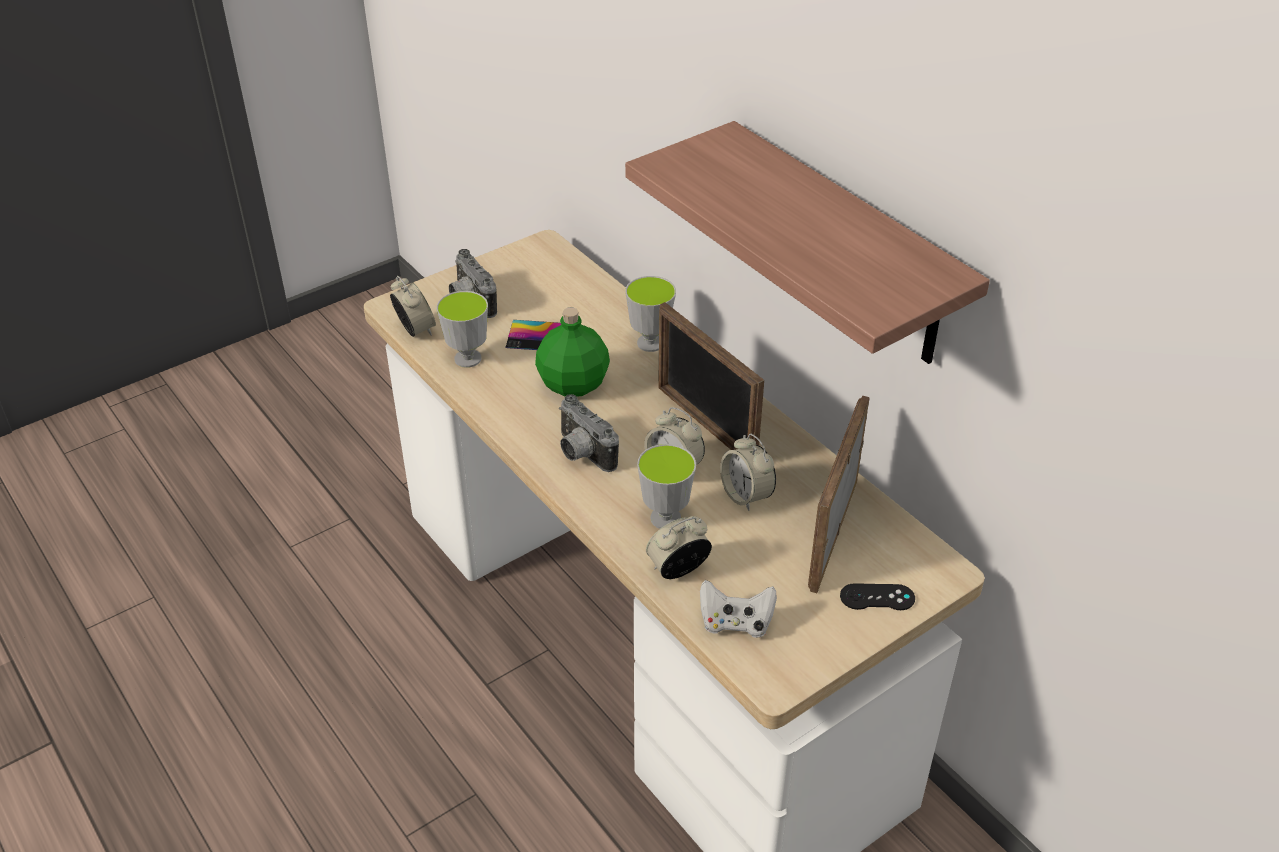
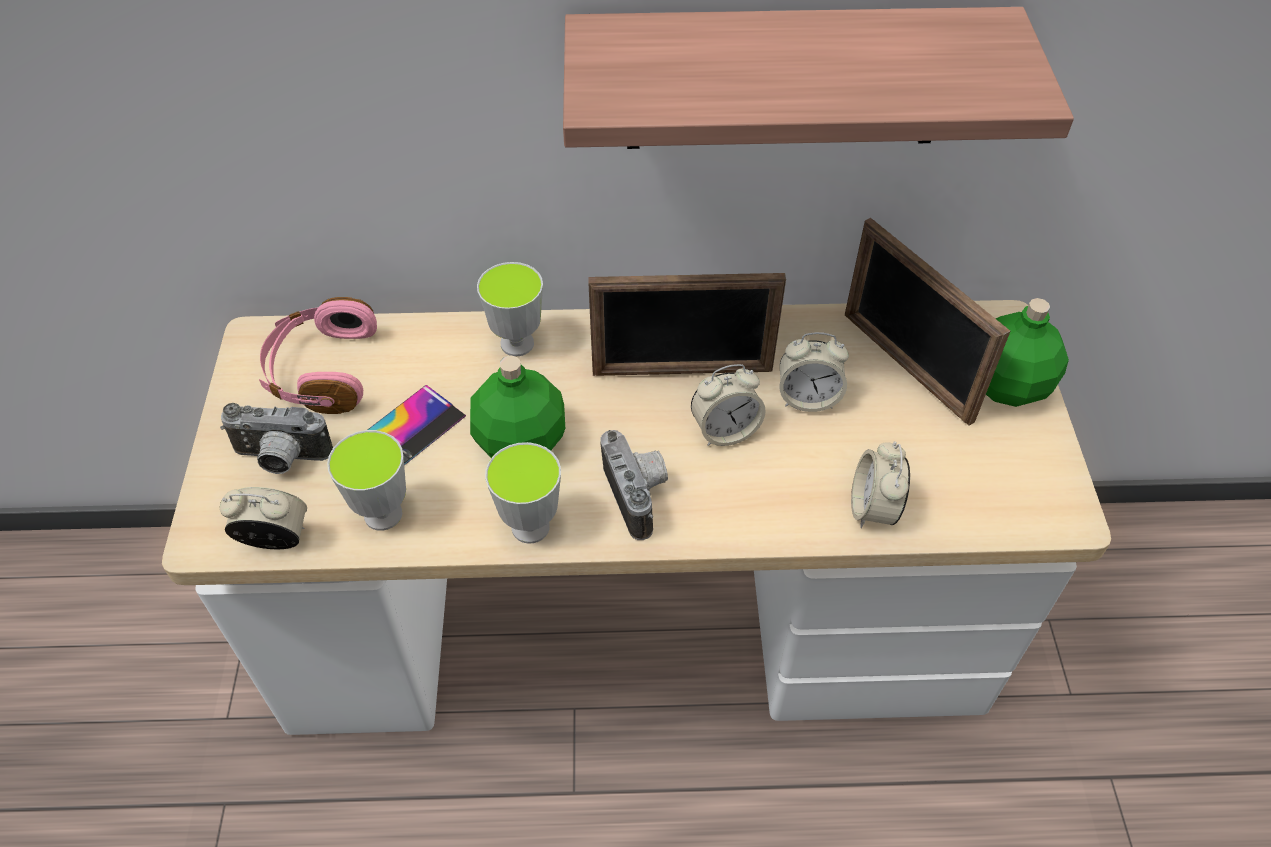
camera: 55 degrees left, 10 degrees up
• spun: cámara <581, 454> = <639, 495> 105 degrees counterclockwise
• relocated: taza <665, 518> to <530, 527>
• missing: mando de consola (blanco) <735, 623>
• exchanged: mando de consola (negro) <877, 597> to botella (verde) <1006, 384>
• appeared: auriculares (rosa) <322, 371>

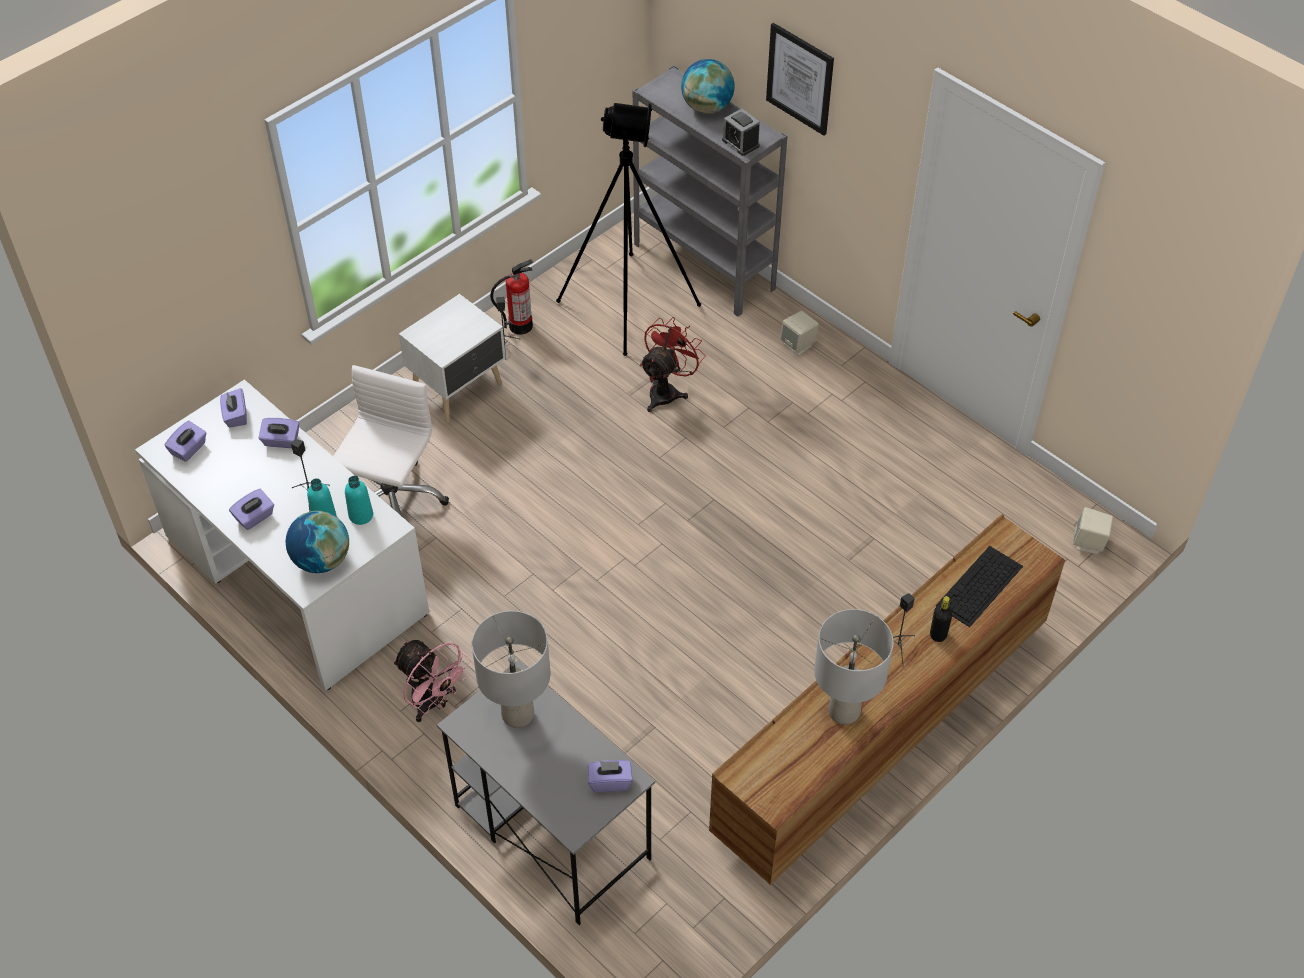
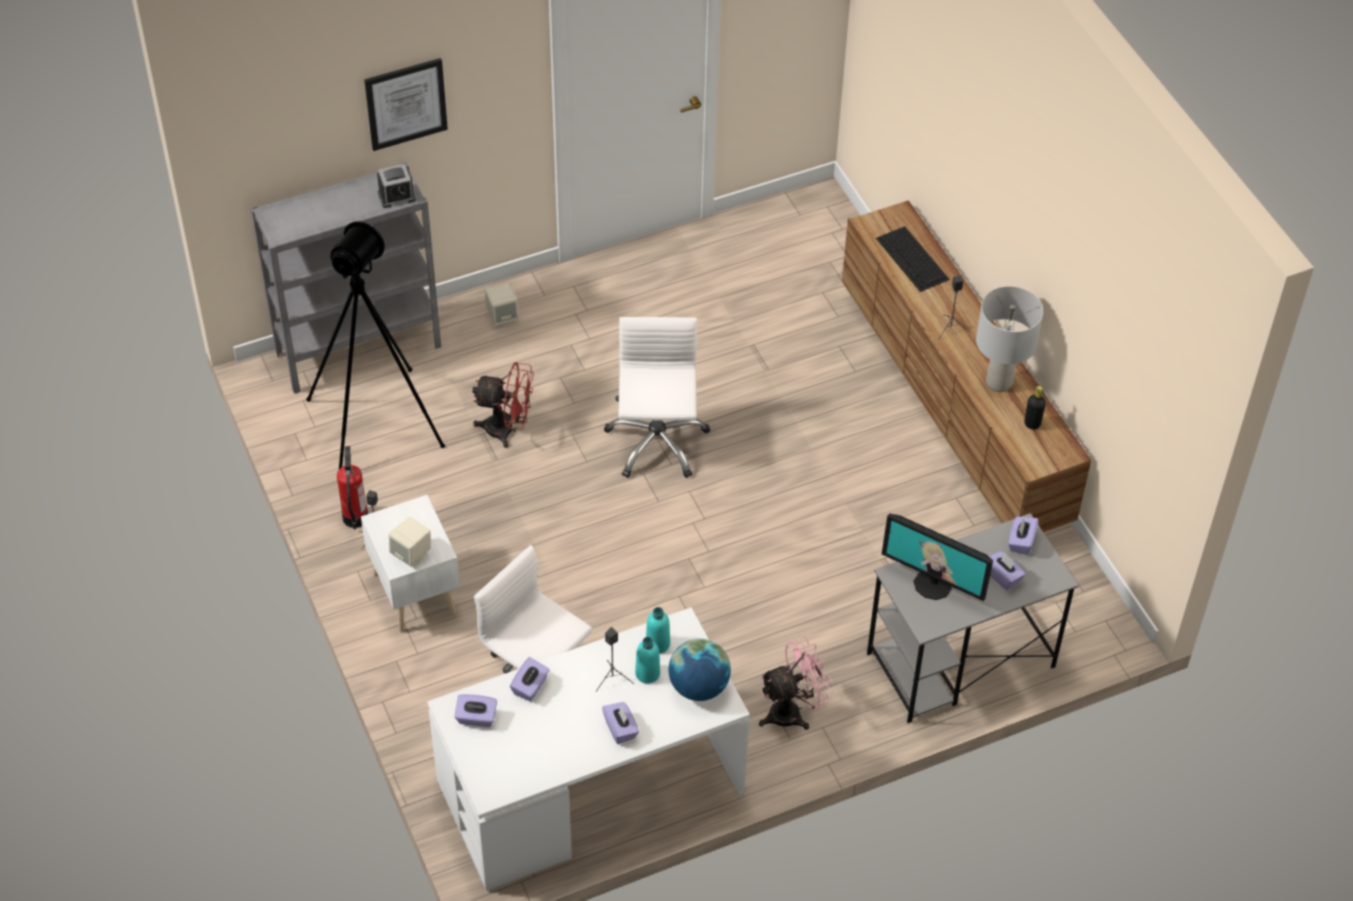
camera: 70 degrees left, 0 degrees up
• relocated: caja de pañuelos (morado) <189, 449> to <1003, 576>
• exchanged: lámpara de mesa (gris) <518, 715> to monitor <933, 584>
• spun: ventilador (rojo) <667, 391> = <507, 429> 135 degrees clockwise
• missing: globo terráqueo <707, 107>
• relocated: botella (negro) <938, 635> to <1032, 424>
• relocated: altavoz (beis) <1089, 543> to <411, 554>
• appeared: silla de oficina (blanco) <656, 442>

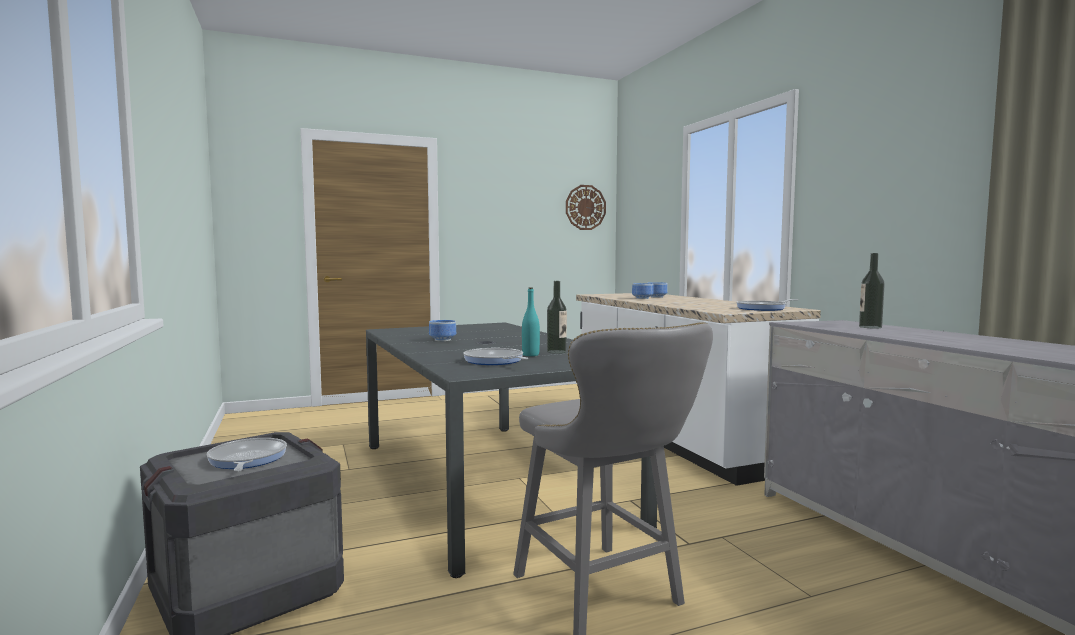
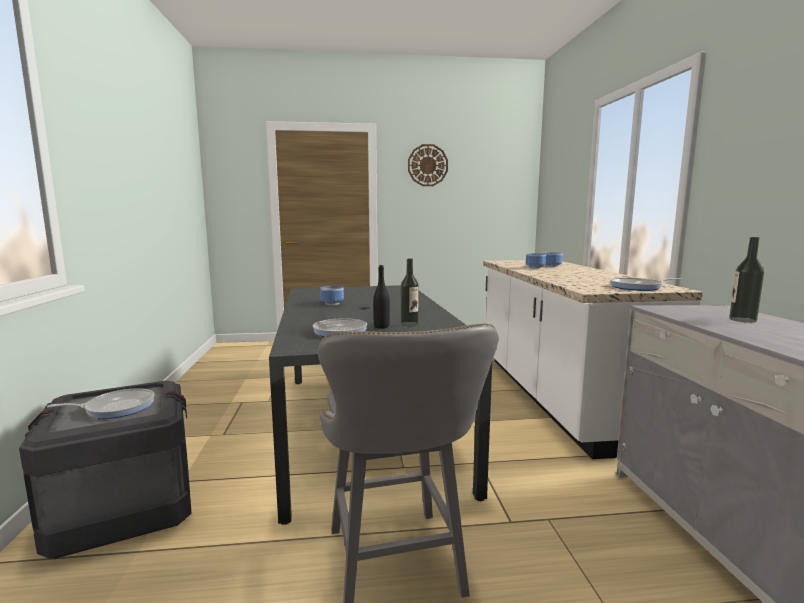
camera: 15 degrees right, 5 degrees up
• spun: sartén <246, 460> = <116, 408> 75 degrees clockwise
• colour: botella (turquesa) <530, 355> to botella (negro) <381, 326>
• relocated: reloj de pared <585, 207> to <427, 165>

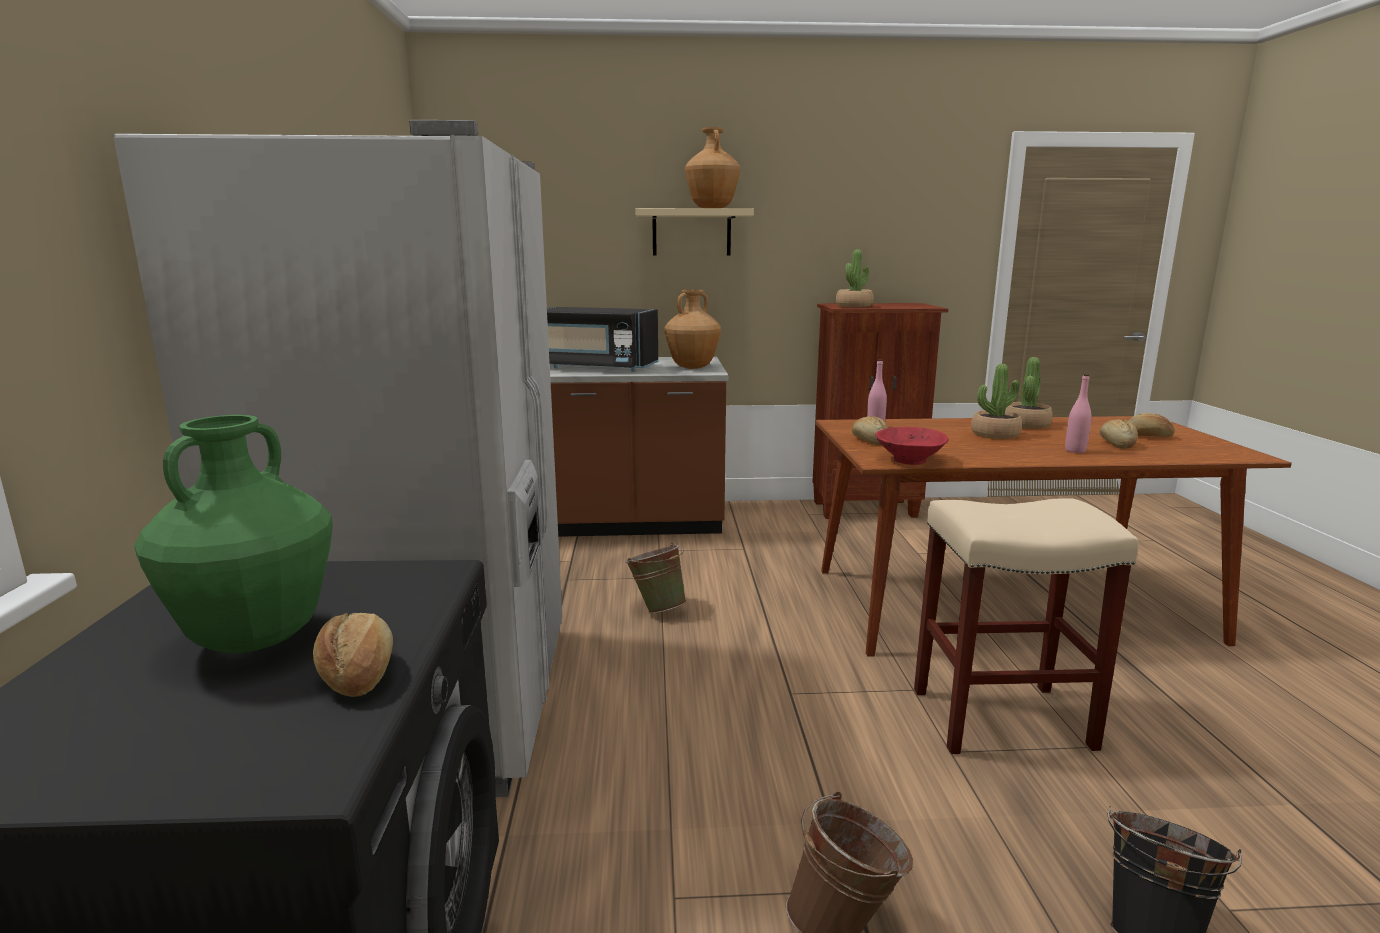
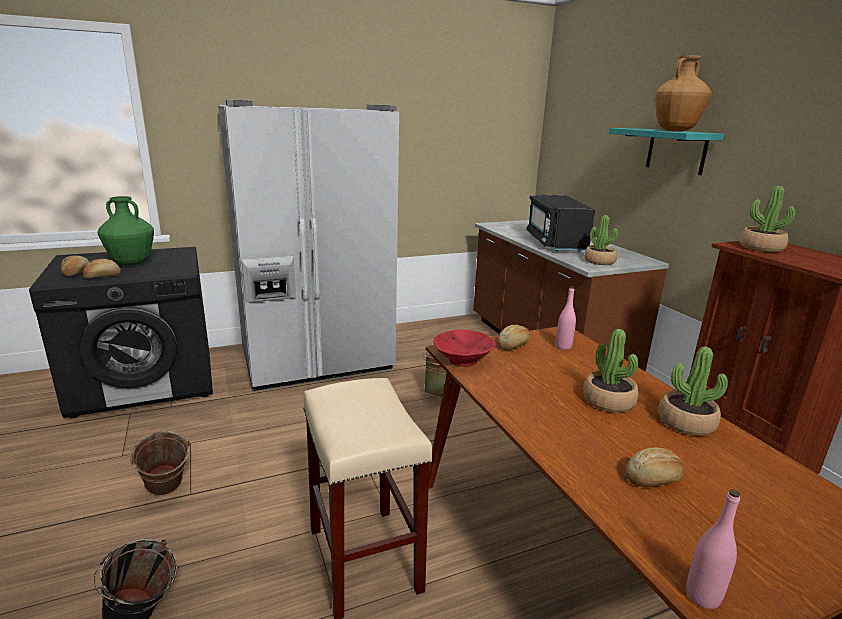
camera: 70 degrees right, 5 degrees up
• colour: estante (beis) <691, 233> to estante (turquesa) <676, 151>
• exchanged: florero (marrón) <693, 367> to planta en maceta <599, 261>
• relocated: botella (rosa) <1075, 451> to <702, 596>
• relocated: pan <1147, 436> to <76, 273>

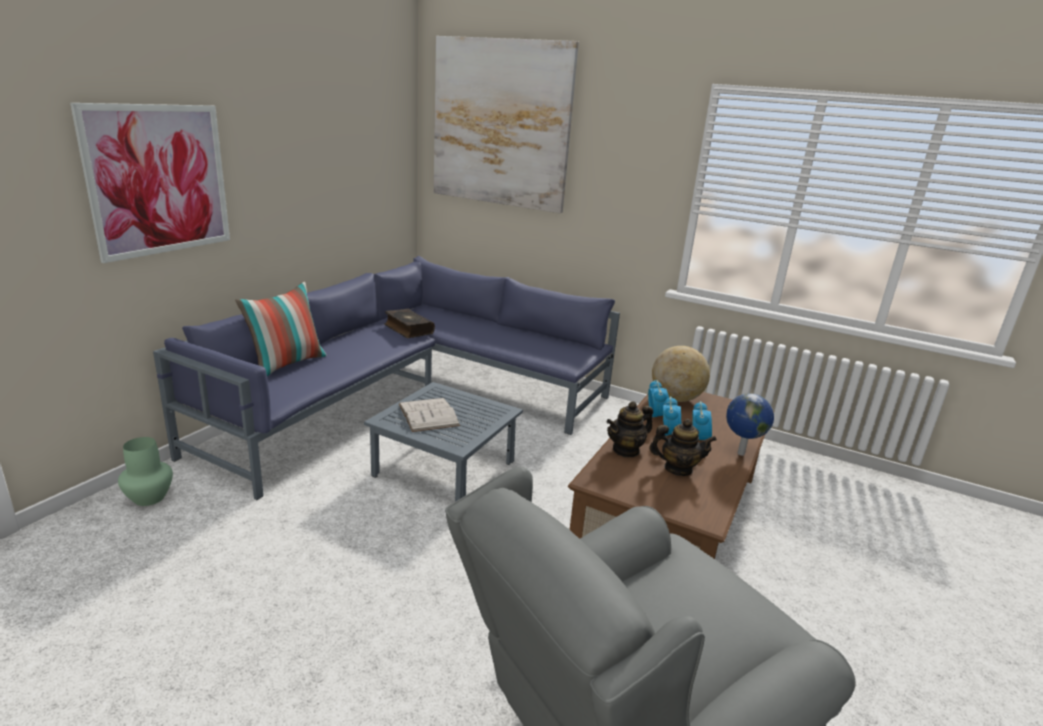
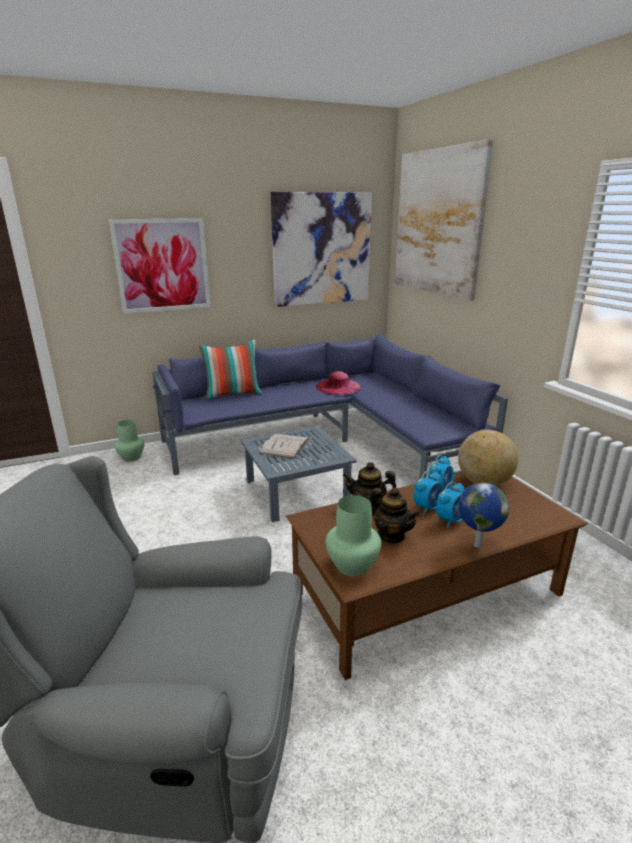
camera: 40 degrees right, 0 degrees up
• exchanged: libro <408, 329> to sombrero (rosa) <338, 387>
• appeared: cuadro <322, 249>
• appeared: florero (verde) <352, 566>

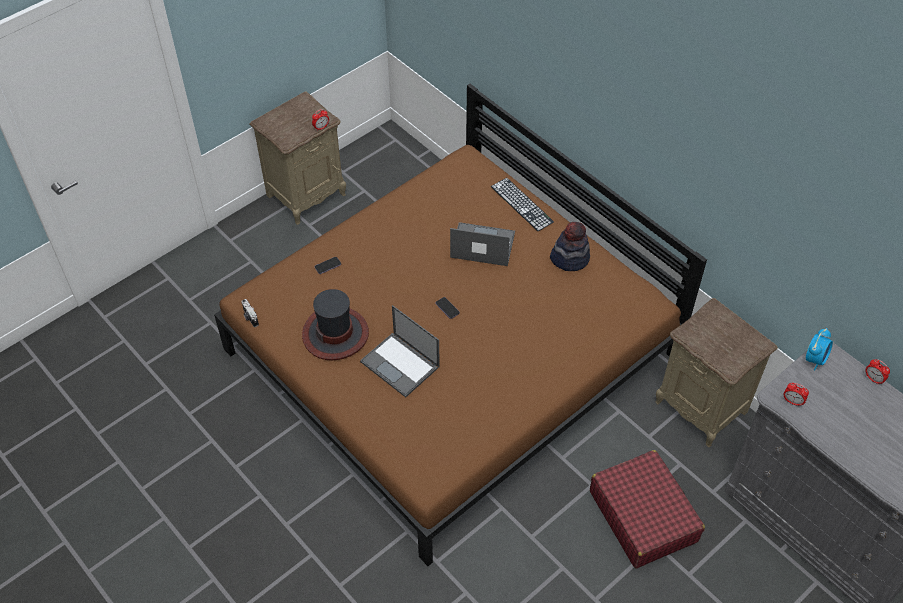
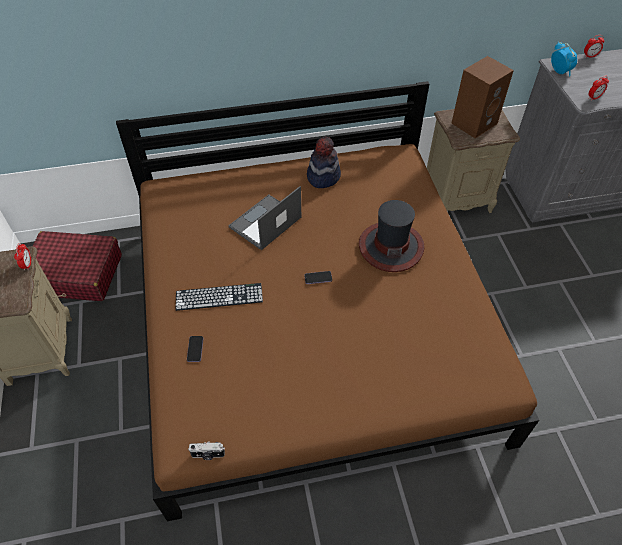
camera: 60 degrees left, 0 degrees up
• relocated: sombrero <336, 334> to <390, 246>
• missing: portátil <401, 364>
• relocated: teclado <522, 204> to <219, 296>
• relocated: maleta (rojo) <643, 515> to <75, 274>
• appeared: altavoz (marrón) <474, 122>

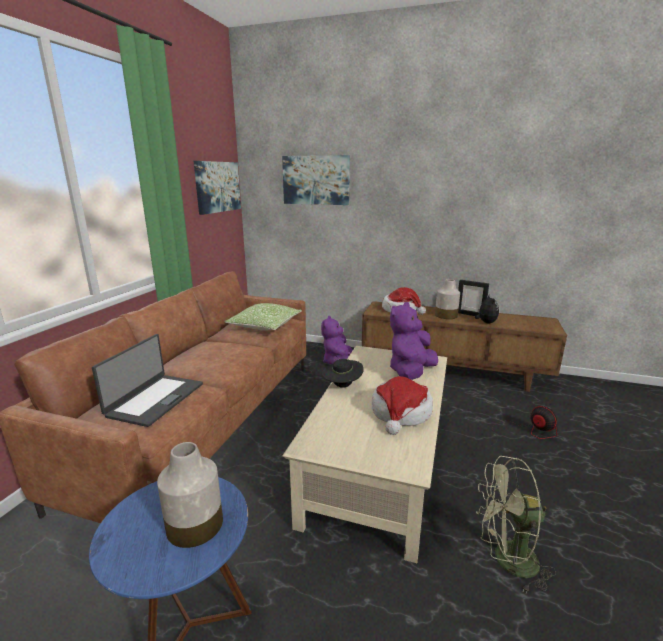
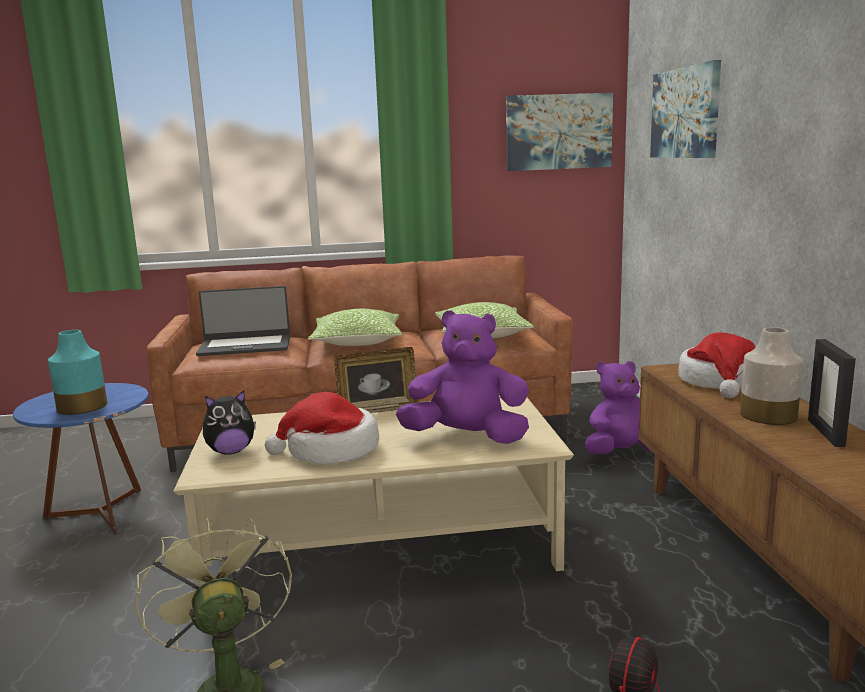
camera: 65 degrees right, 5 degrees down
• colour: florero (beis) <194, 524> to florero (turquesa) <82, 406>
• exchanged: sombrero (negro) <342, 385> to portarretratos <378, 410>
• relocated: peluche <485, 322> to <231, 451>
• appeared: cojín <357, 341>

